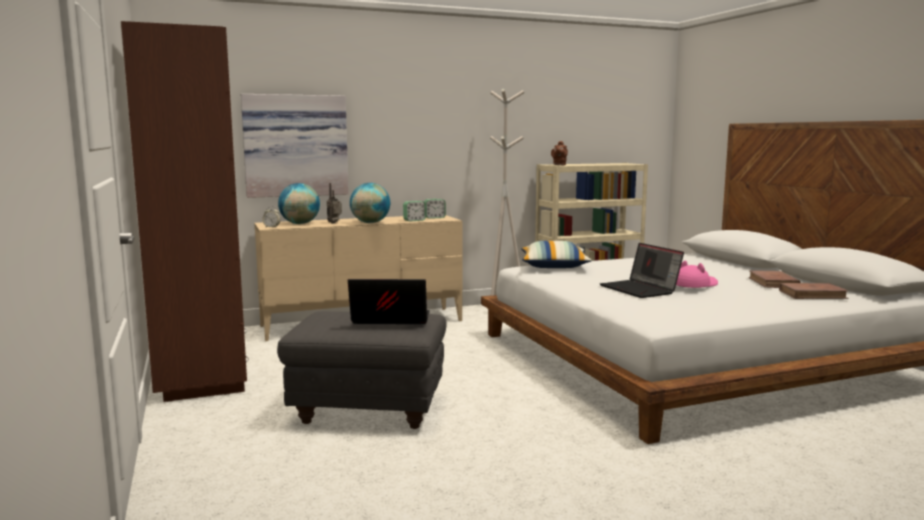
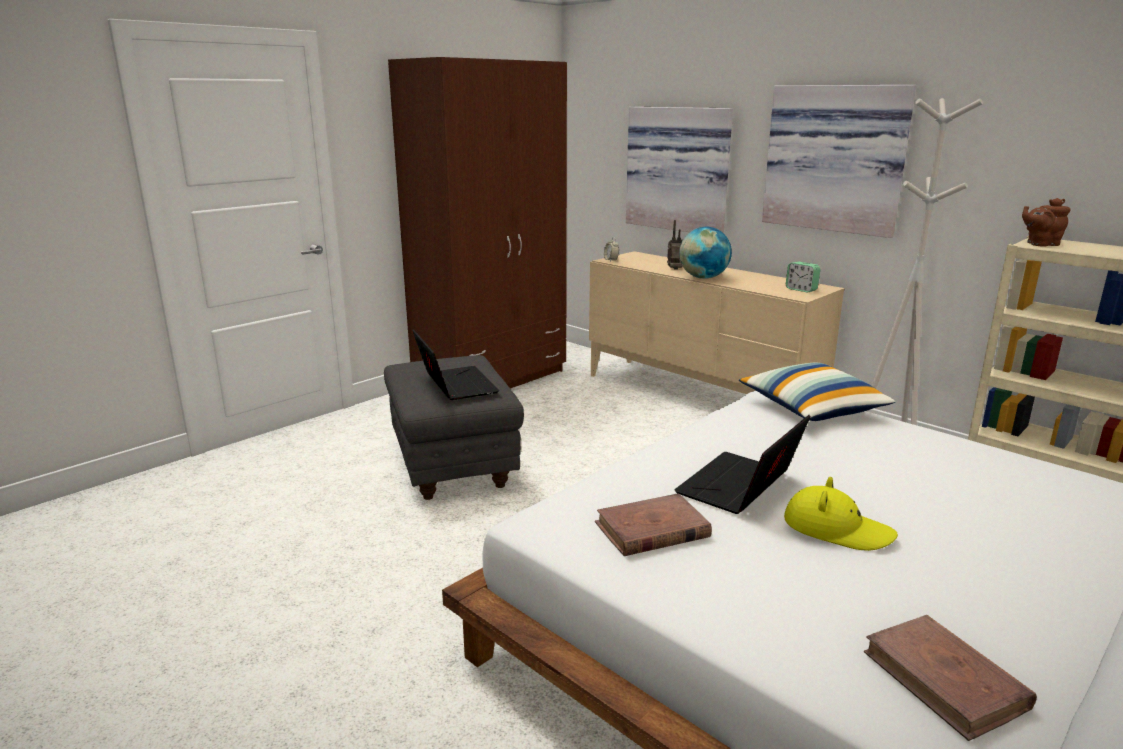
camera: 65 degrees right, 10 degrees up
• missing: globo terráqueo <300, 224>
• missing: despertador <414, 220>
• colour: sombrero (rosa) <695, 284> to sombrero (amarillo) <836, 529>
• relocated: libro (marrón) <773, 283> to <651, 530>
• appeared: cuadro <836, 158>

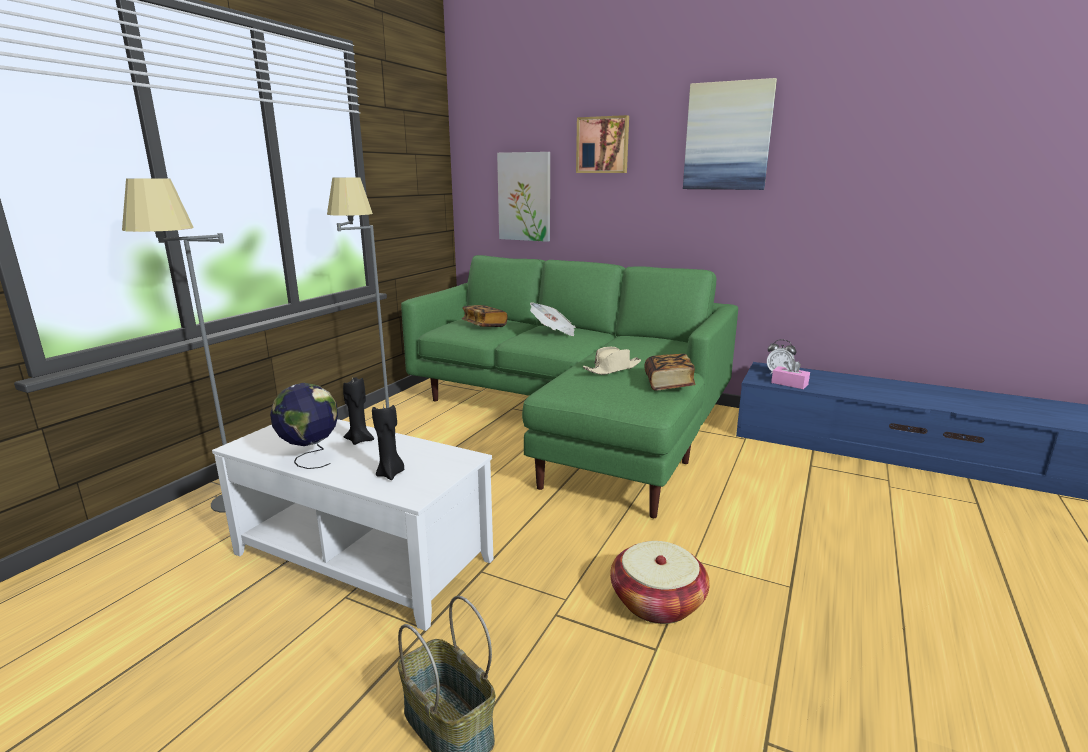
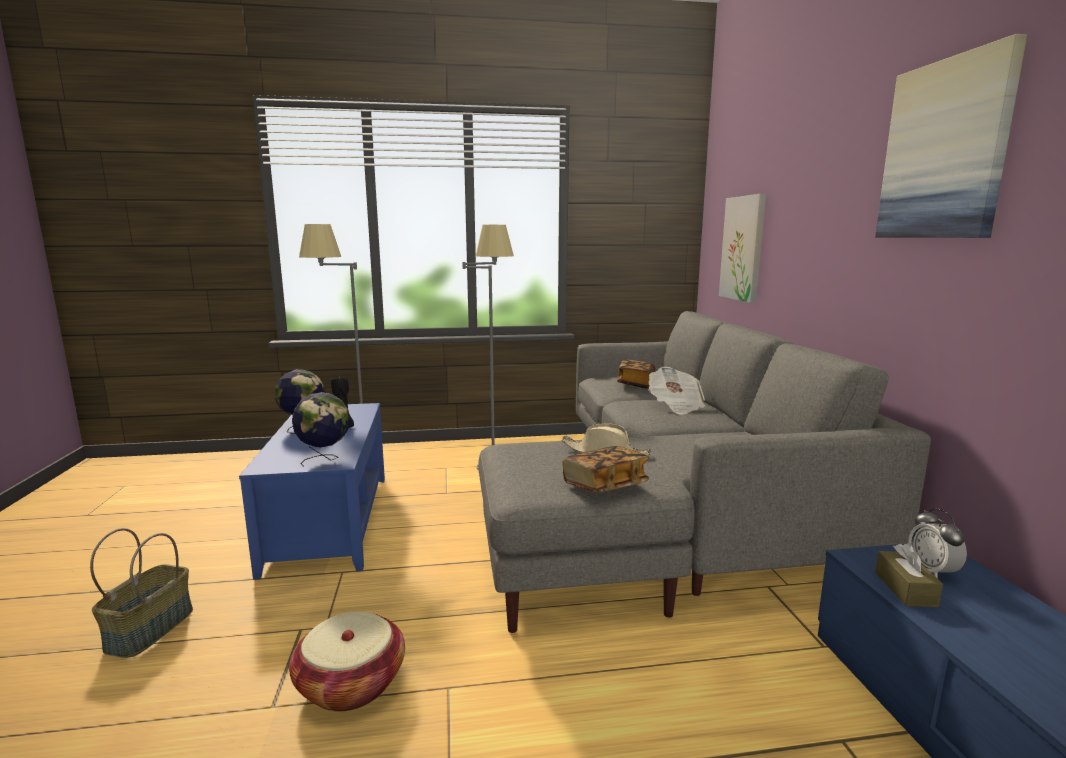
camera: 55 degrees right, 5 degrees down
• colour: mesa de centro (blanco) <363, 556> to mesa de centro (azul) <330, 521>
• missing: vela (negro) <391, 474>
• colour: sofá (verde) <574, 417> to sofá (gris) <671, 514>
• missing: cuadro <603, 145>
• colour: caja de pañuelos (rosa) <789, 384> to caja de pañuelos (marrón) <905, 589>
• appeared: globo terráqueo <325, 459>

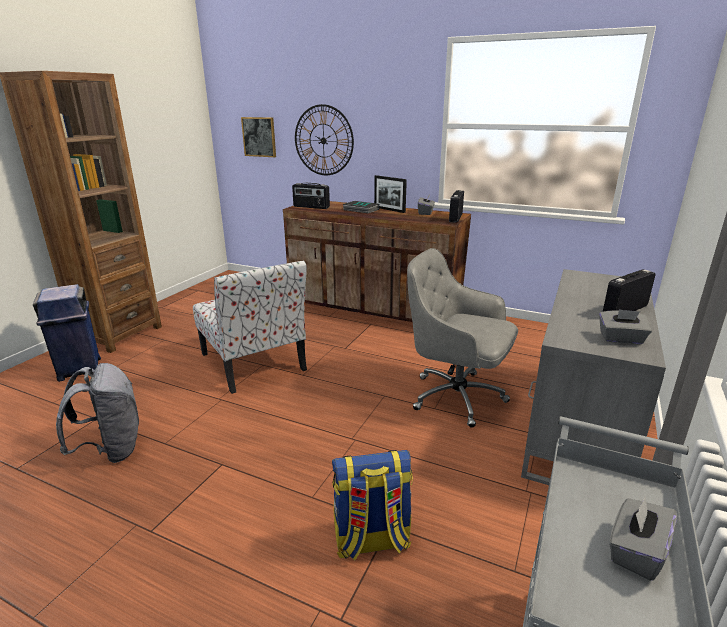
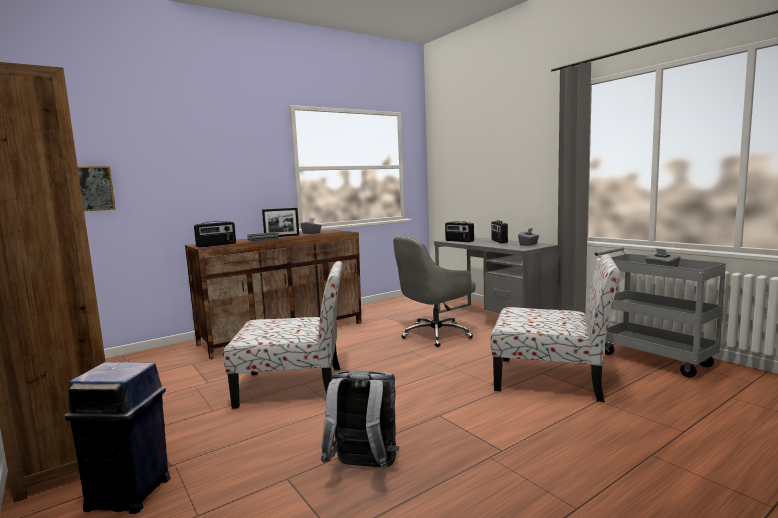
camera: 60 degrees left, 15 degrees down
• missing: reloj de pared <323, 140>
• exchanged: mochila <371, 541> to silla <552, 379>
• relocated: radio <455, 218> to <459, 241>

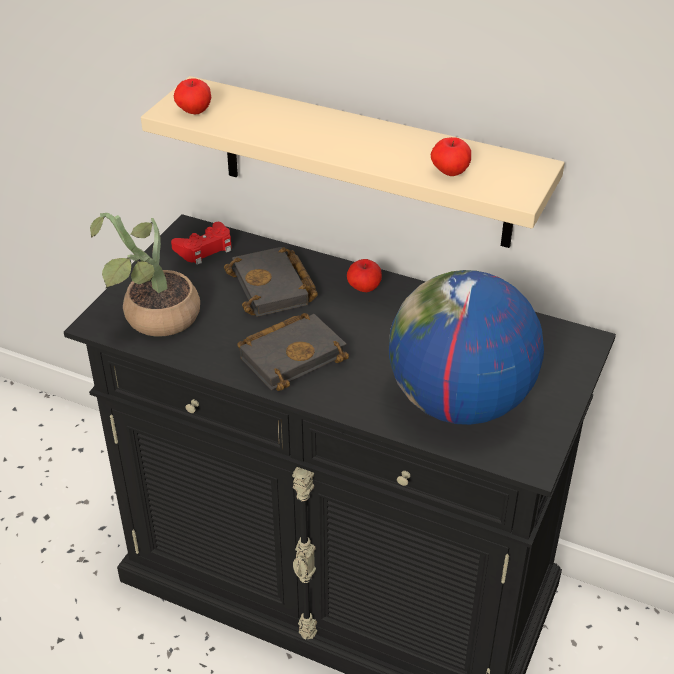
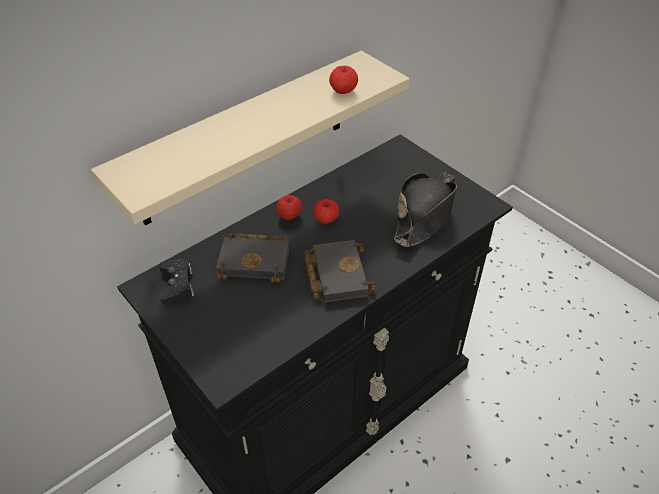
camera: 65 degrees left, 5 degrees up
• missing: planta en maceta <153, 319>
• colour: mando de consola (rojo) <205, 249> to mando de consola (negro) <177, 285>
• relocated: manzana <194, 111> to <326, 220>
• exchanged: globo terráqueo <459, 403> to sombrero (negro) <425, 214>

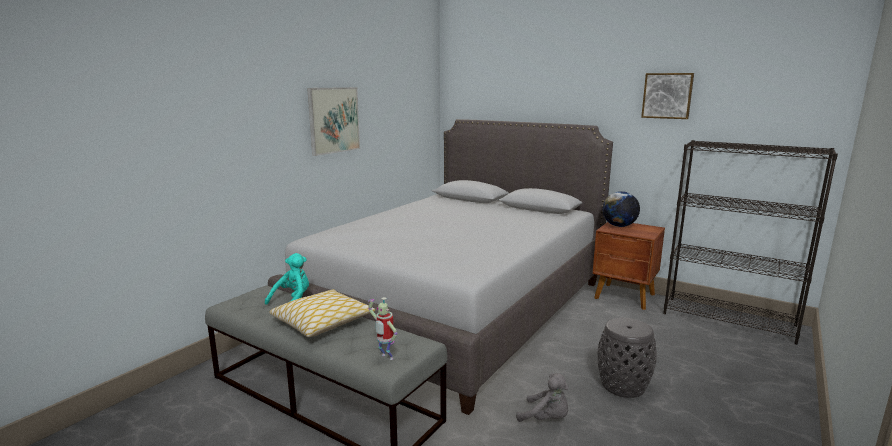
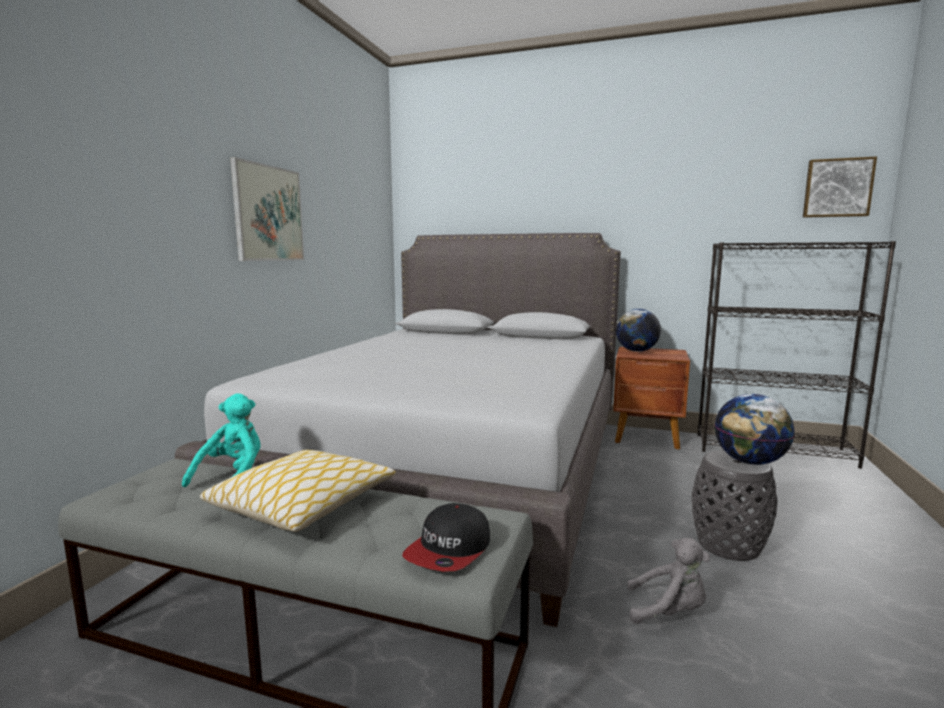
camera: 15 degrees left, 5 degrees down
• exchanged: robot de juguete <385, 357> to gorra <449, 550>
• relocated: cuadro <667, 95> to <837, 188>
• appeared: globo terráqueo <749, 462>

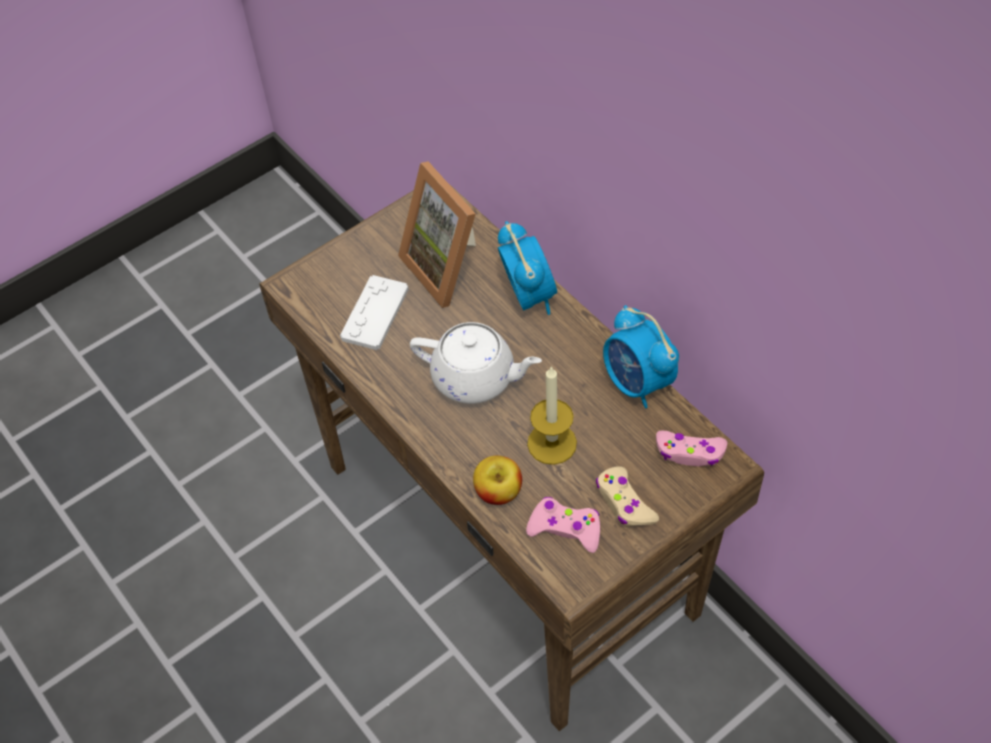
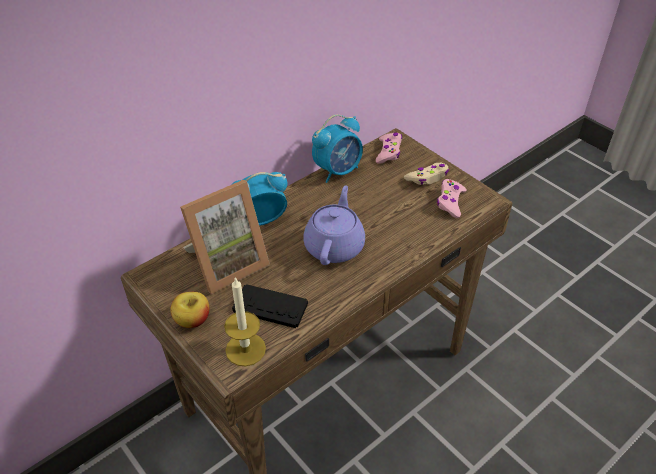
camera: 95 degrees left, 10 degrees down
• colour: mando de consola (blanco) <375, 313> to mando de consola (negro) <270, 307>
• colour: tetera (blanco) <475, 378> to tetera (morado) <334, 245>
• relocated: manzana <498, 492> to <192, 320>
• relocated: vela <552, 443> to <245, 349>

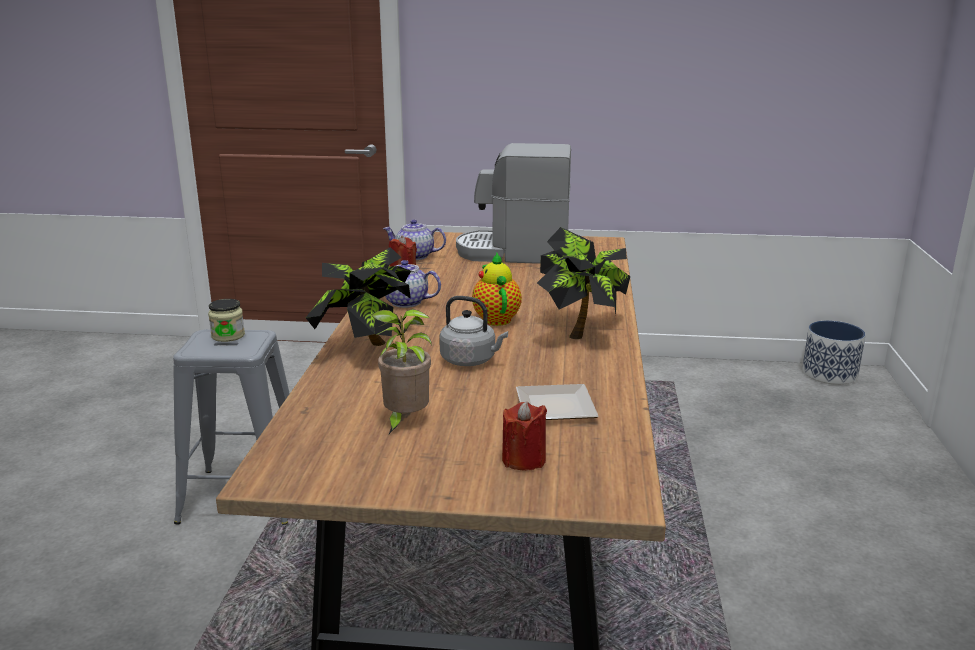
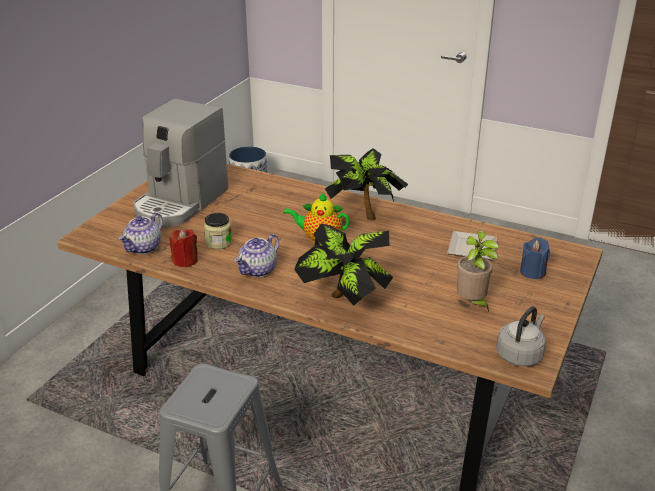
camera: 70 degrees left, 10 degrees up
• relocated: tarro <228, 336> to <218, 242>
• relocated: hervidor (gris) <471, 360> to <520, 355>
• colour: vela (rojo) <523, 460> to vela (azul) <532, 272>

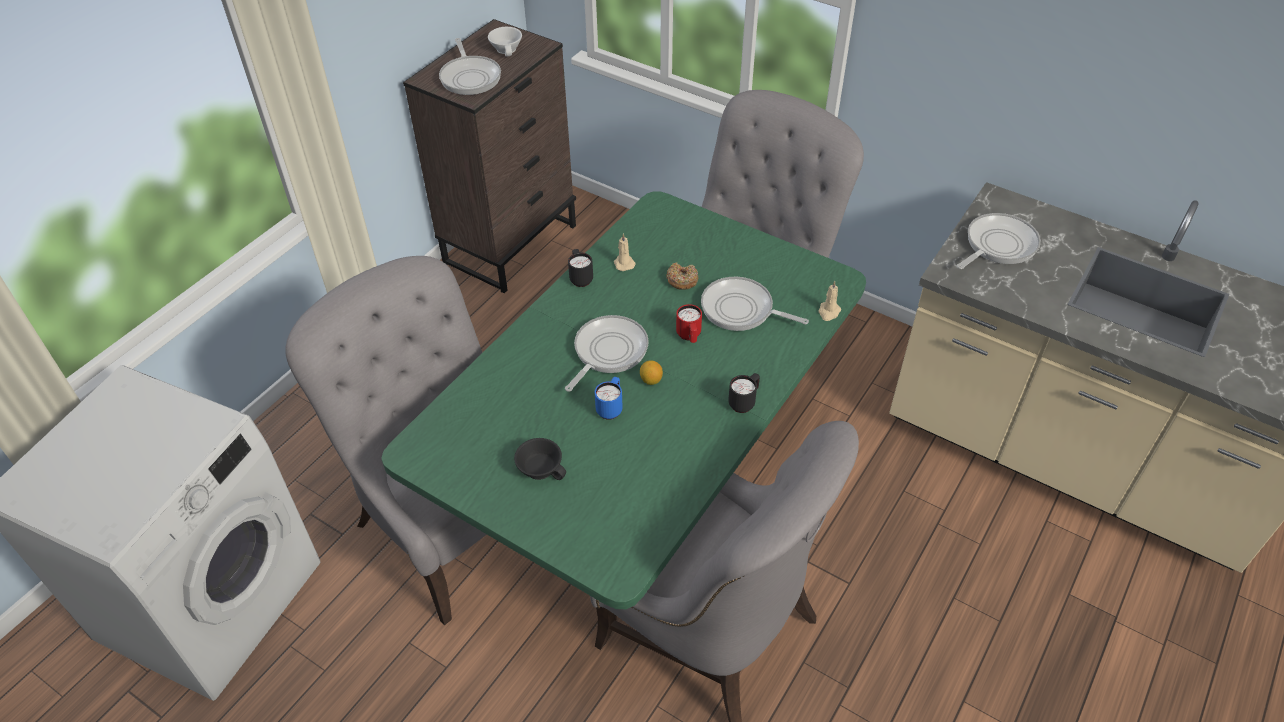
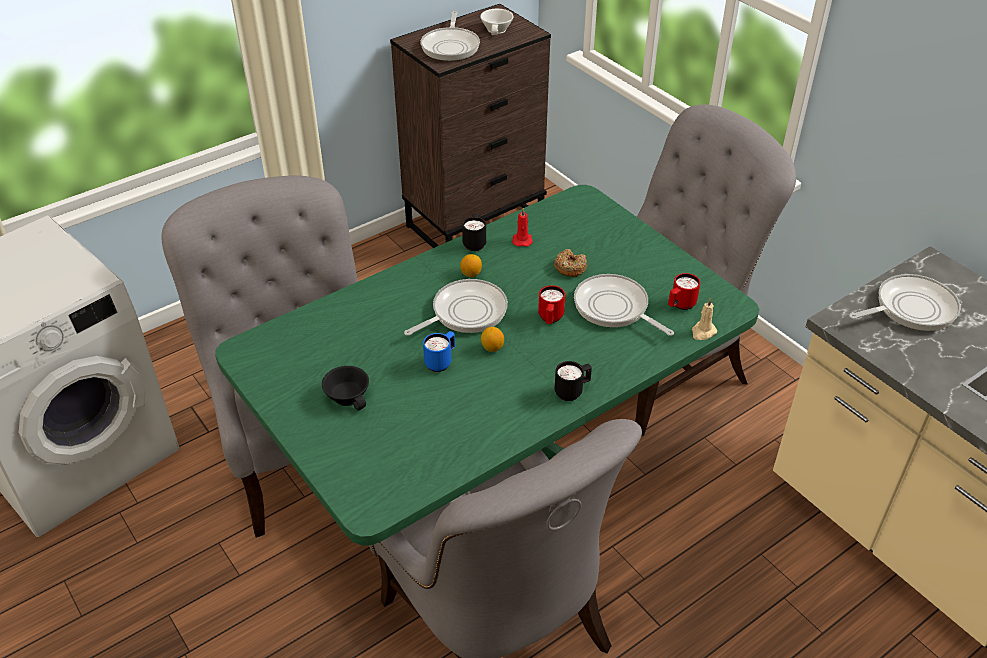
camera: 20 degrees right, 5 degrees down
• colour: vela (beis) <623, 263> to vela (rojo) <522, 240>
• appeared: limón <471, 274>
• appeared: taza grande (rojo) <680, 305>

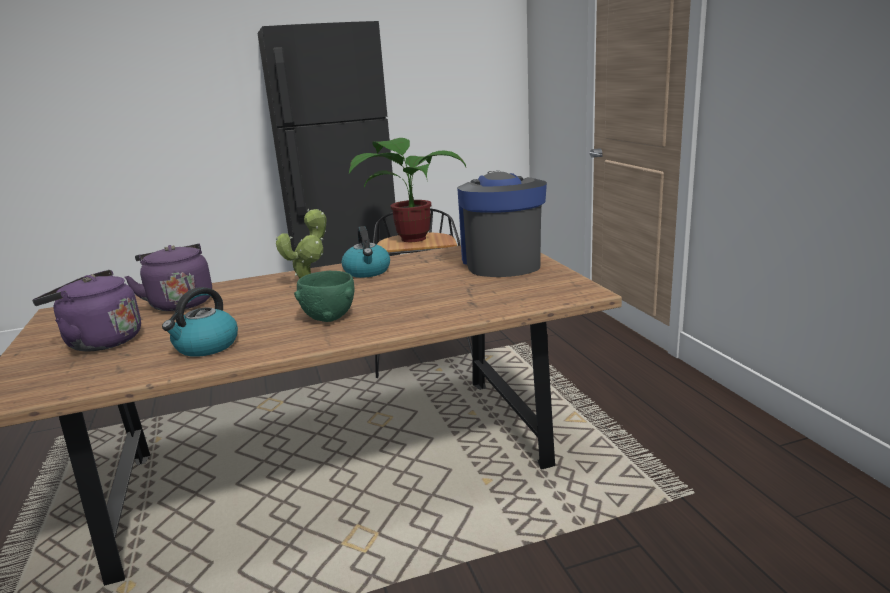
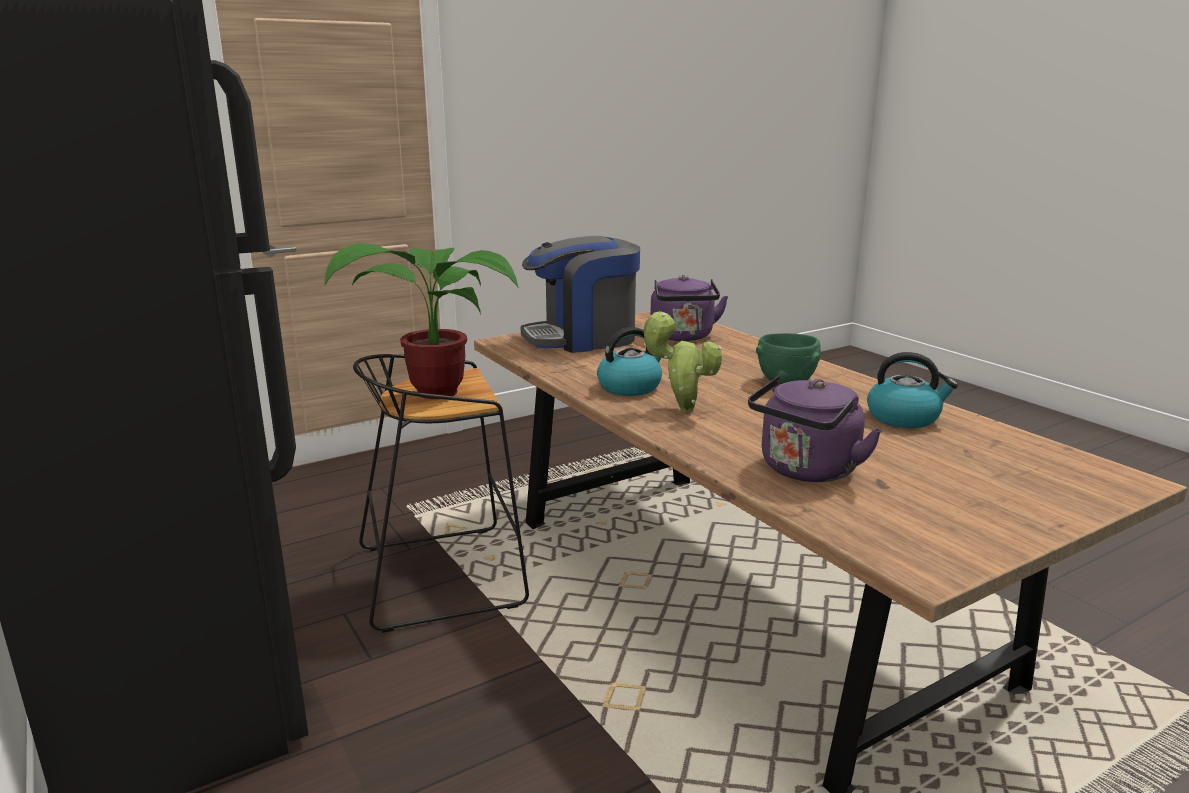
camera: 105 degrees left, 0 degrees up
• relocated: hervidor (morado) <100, 342> to <683, 337>

